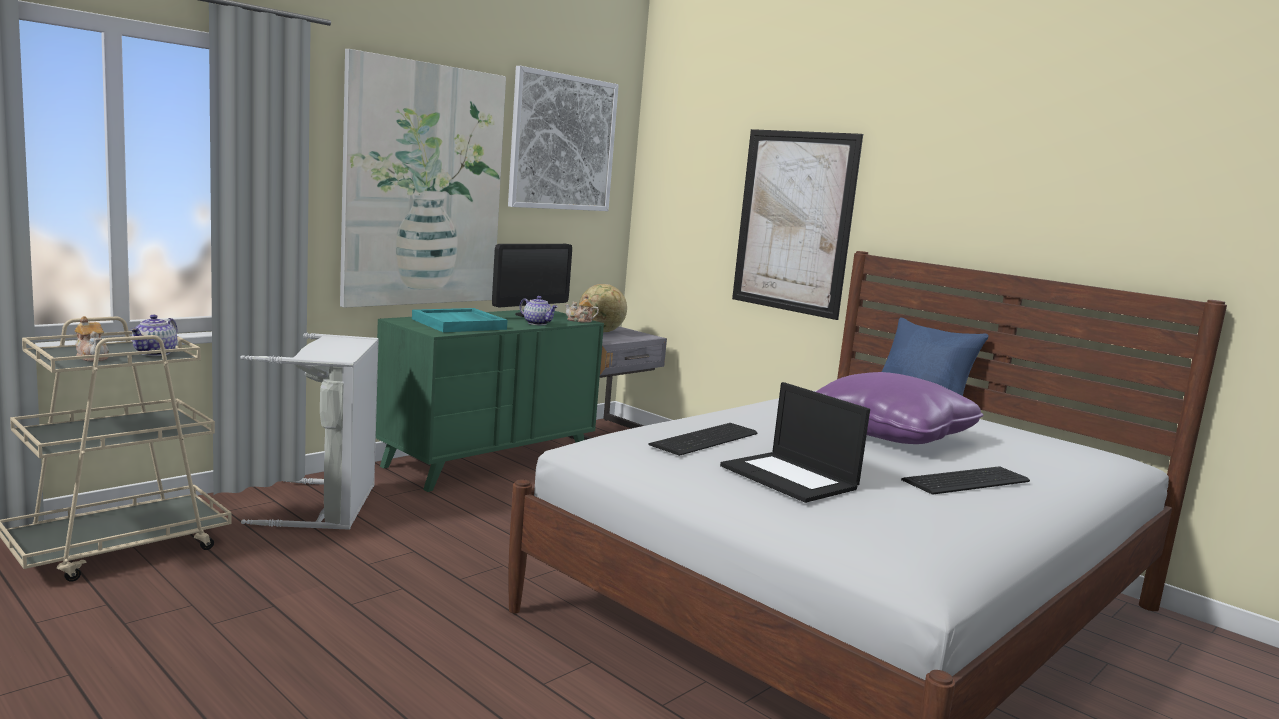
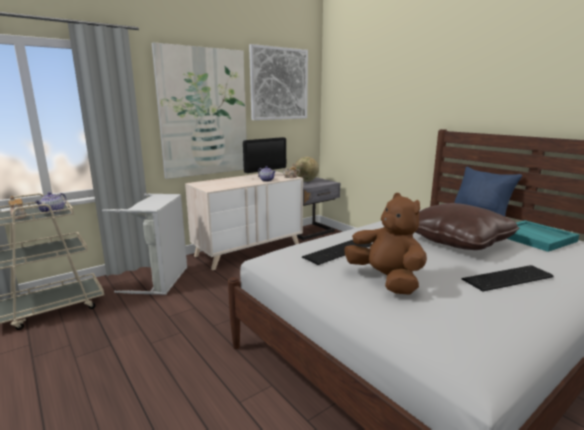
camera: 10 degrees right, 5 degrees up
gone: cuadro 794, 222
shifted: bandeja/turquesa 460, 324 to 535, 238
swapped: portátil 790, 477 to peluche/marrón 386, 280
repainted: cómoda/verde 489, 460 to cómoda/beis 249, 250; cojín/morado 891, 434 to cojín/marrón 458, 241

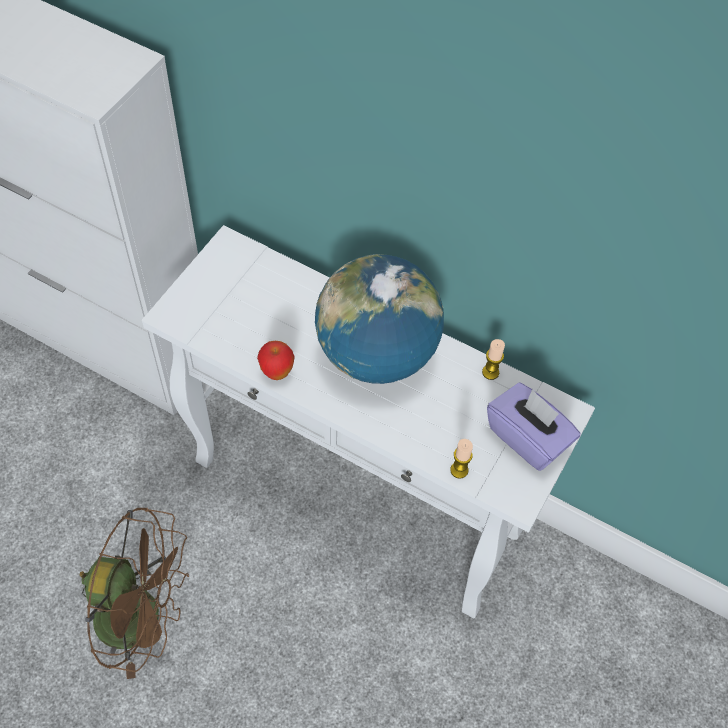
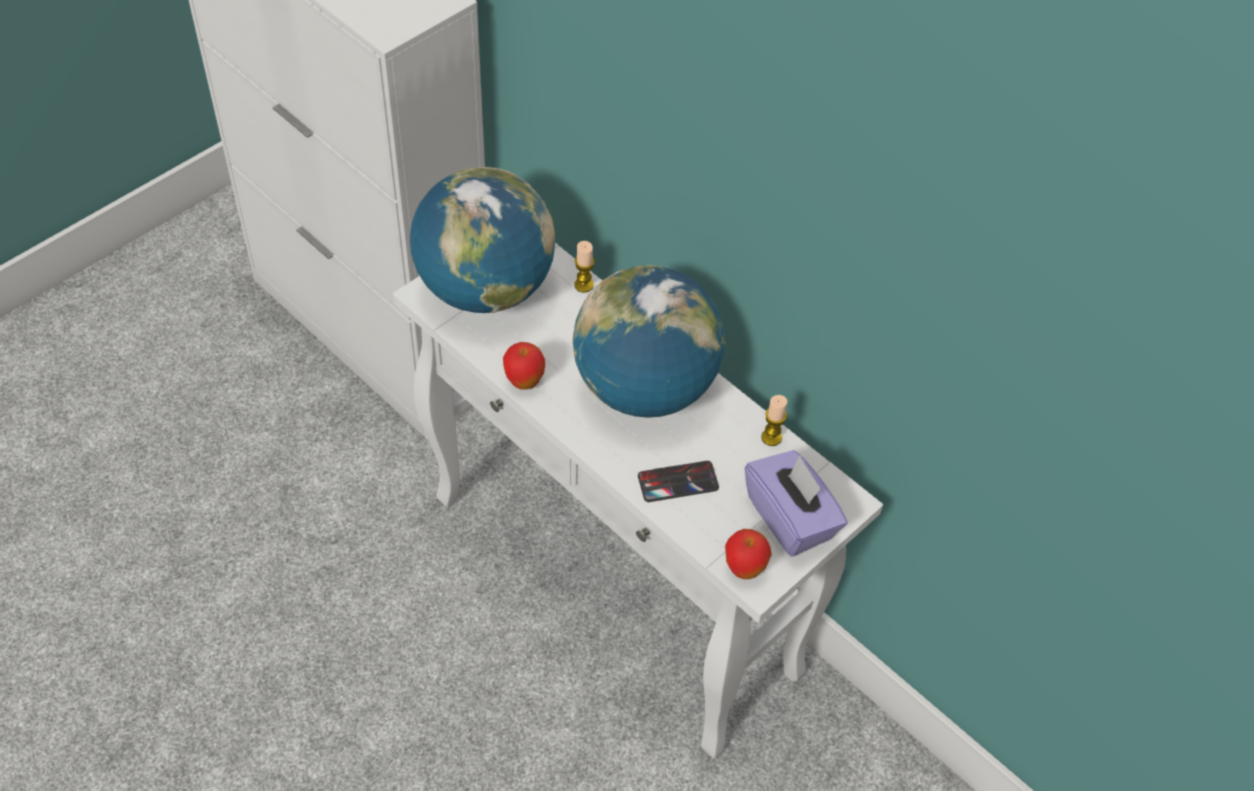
camera: 15 degrees right, 5 degrees down
gone: ventilador/marrón 143, 618
new: globo terráqueo 485, 289; móvil 678, 482; manzana 744, 569
shifted: vela 459, 470 to 583, 285

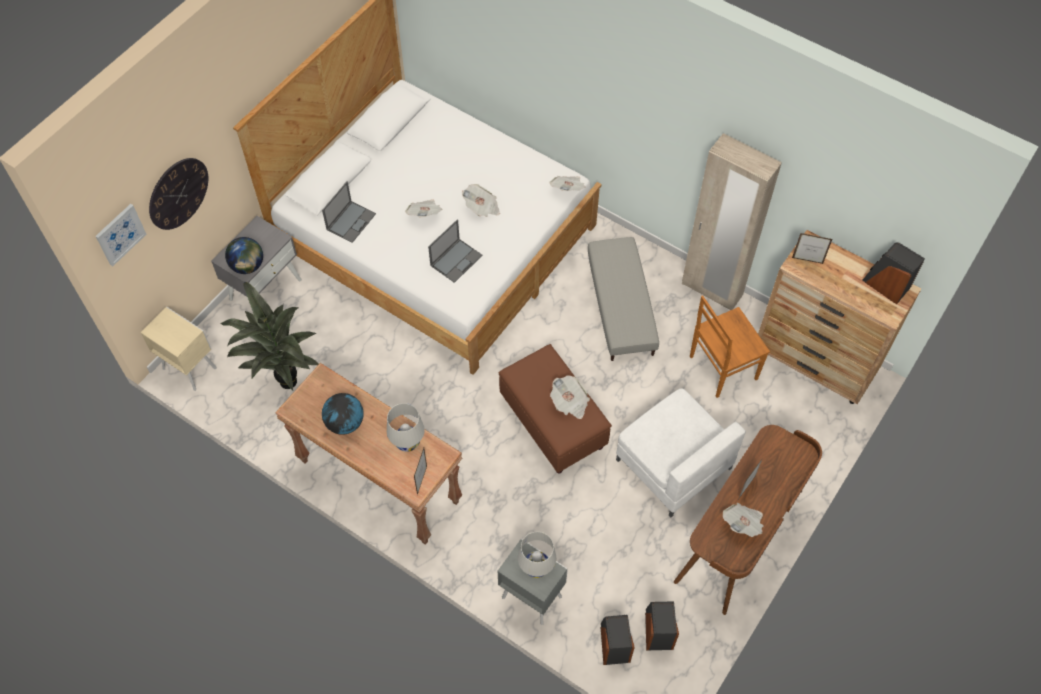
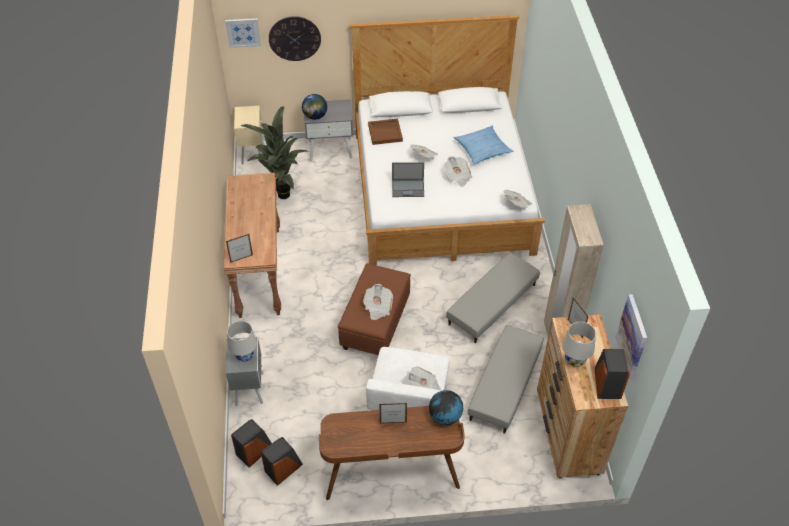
camera: 50 degrees right, 10 degrees down
new: cojín 482, 149; cuadro 632, 337
shifted: globo terráqueo 345, 423 to 445, 416; lámpara de mesa/blanco 407, 442 to 574, 360; periódico 743, 524 to 424, 387
swapped: portátil 351, 221 to bandeja/marrón 385, 132; silla/marrón 721, 368 to puf/gris 504, 385

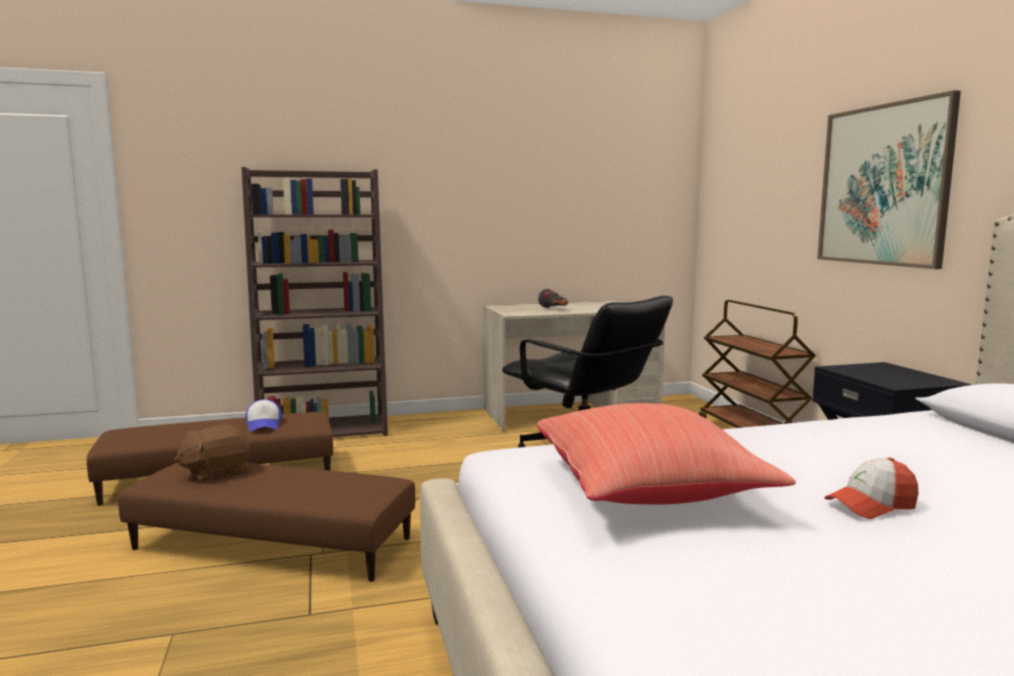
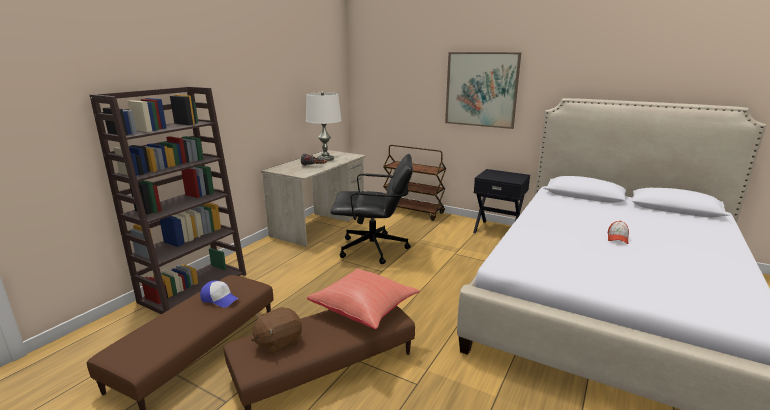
camera: 45 degrees left, 10 degrees up
new: lámpara de mesa/blanco 325, 159
shifted: cojín/rojo 649, 491 to 364, 309
rotated: peluche/marrón 215, 473 = 278, 342 45 degrees clockwise

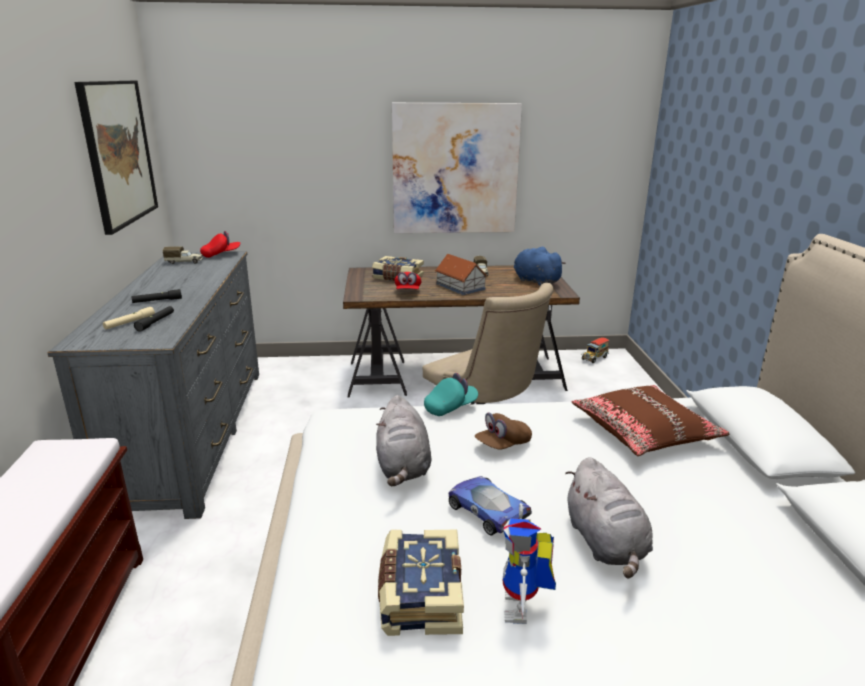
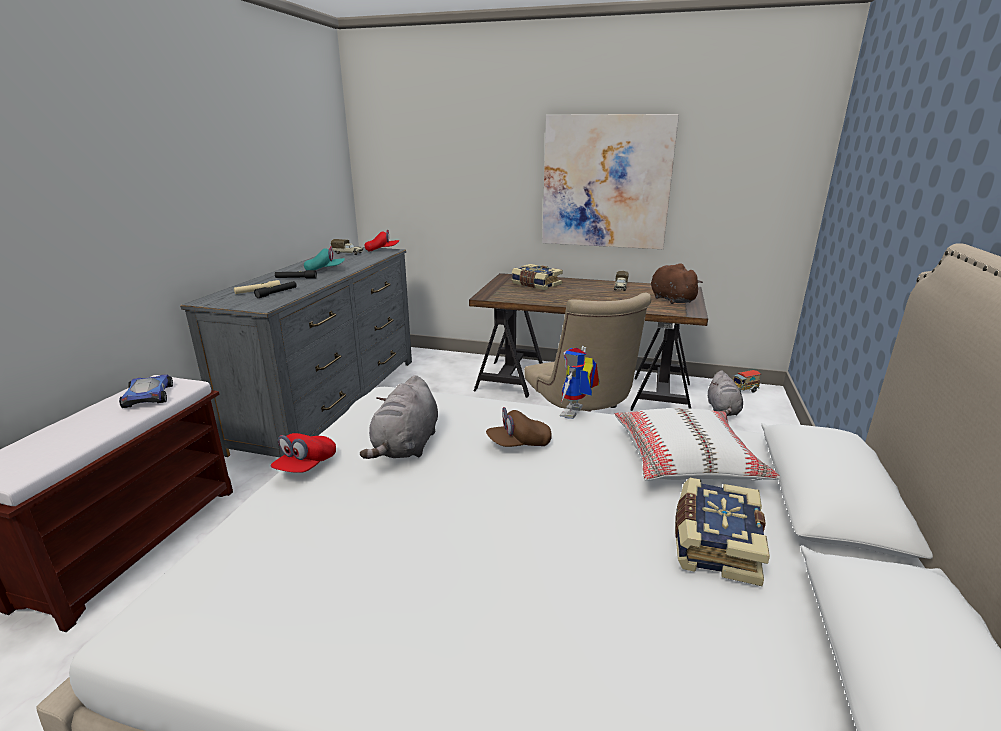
camera: 20 degrees right, 0 degrees up
gone: cuadro 118, 153; casita 460, 287
shifted: gorra/rojo 407, 292 to 306, 466; gorra/turquesa 450, 407 to 325, 270; peluche/gris 606, 544 to 722, 410; coche de juguete 487, 510 to 149, 396; robot de juguete 523, 610 to 575, 414; libro 419, 595 to 714, 543
repainted: peluche/azul 535, 281 to peluche/marrón 671, 299; cojín/marrón 644, 432 to cojín/blanco 686, 459

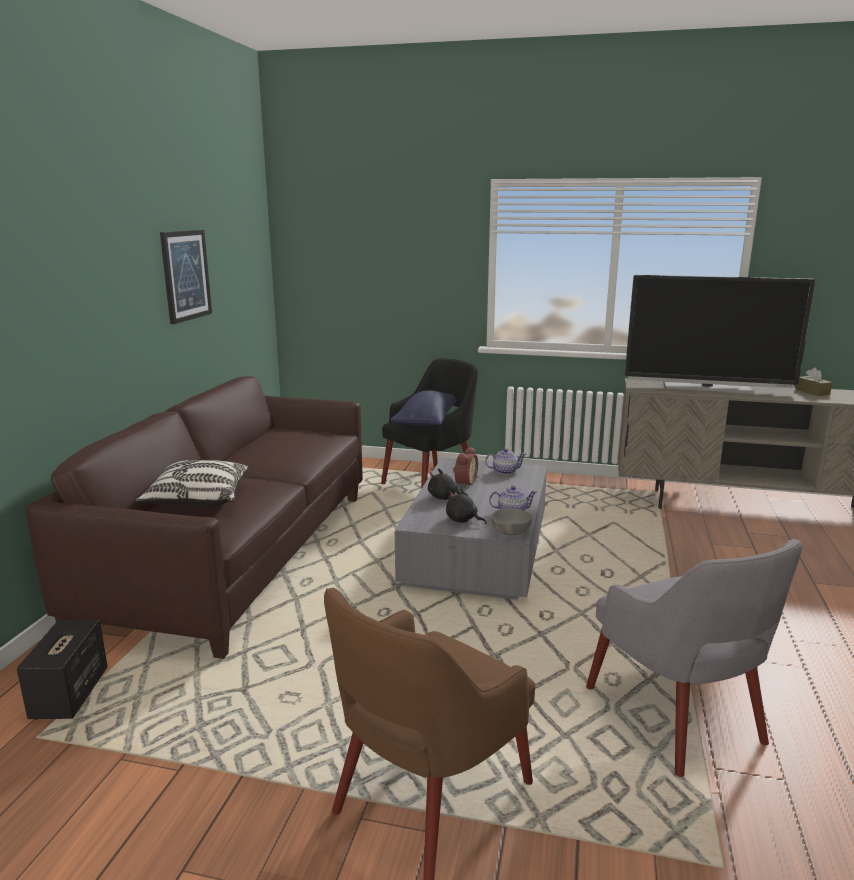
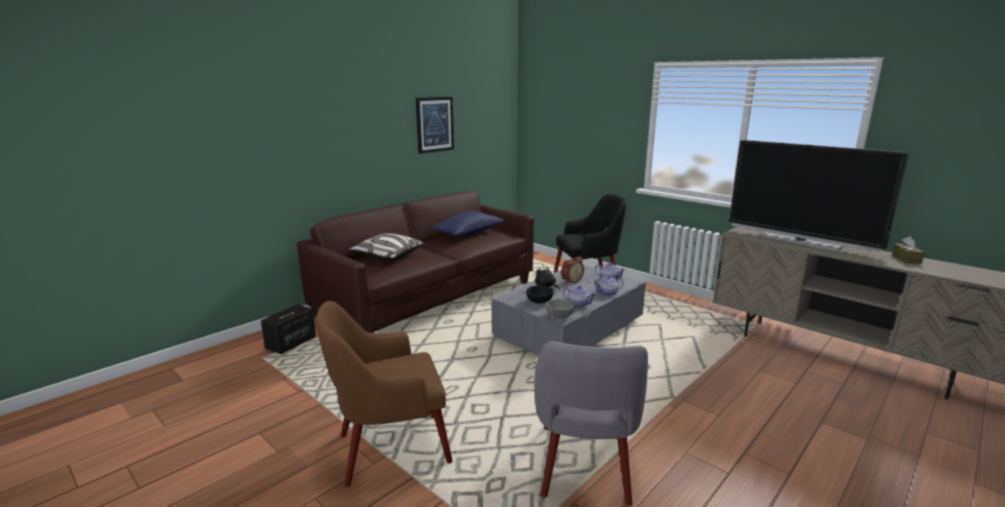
camera: 30 degrees right, 0 degrees up
new: tetera 608, 293
shifted: cojín/azul 425, 422 to 468, 234
swapped: peluche/negro 463, 520 to cuenco/negro 539, 302

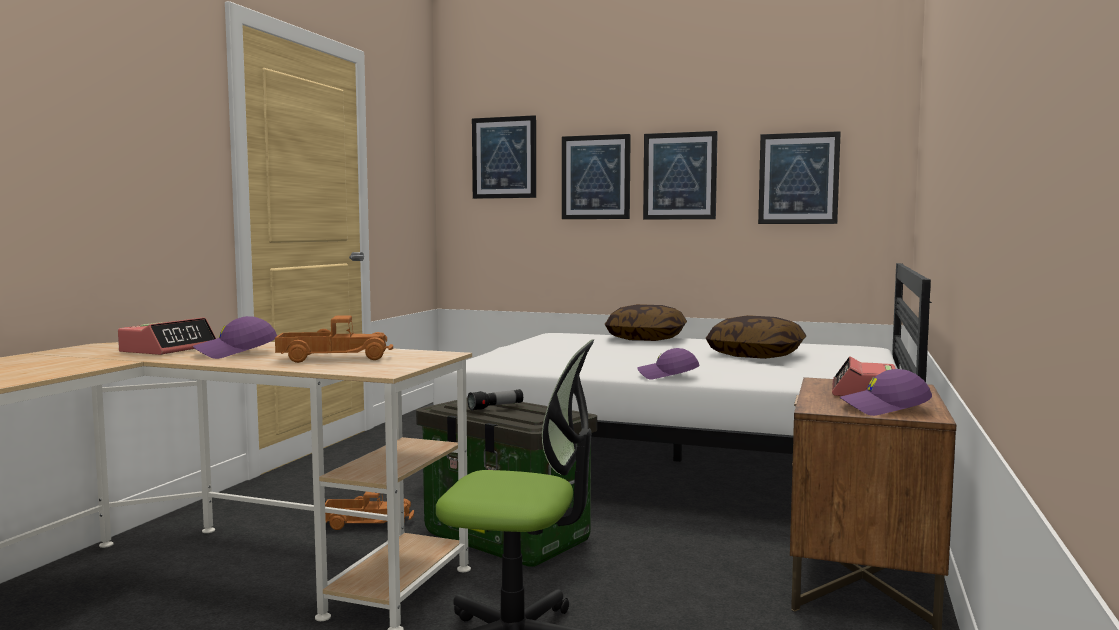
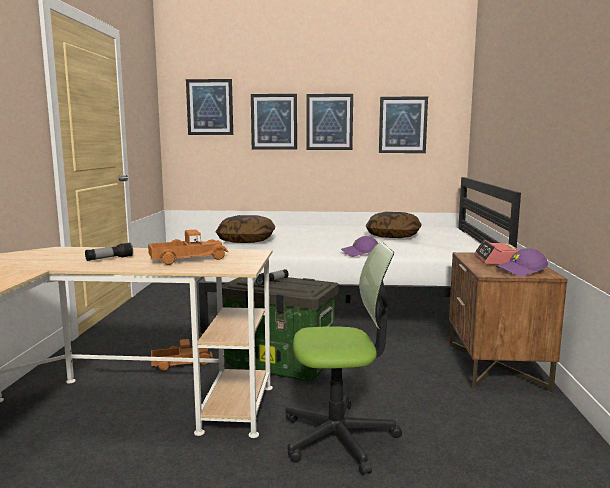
camera: 15 degrees left, 5 degrees up
gone: despertador 169, 349
shifted: cojín 646, 339 to 246, 241
swapped: gorra/morado 236, 353 to linterna 109, 259

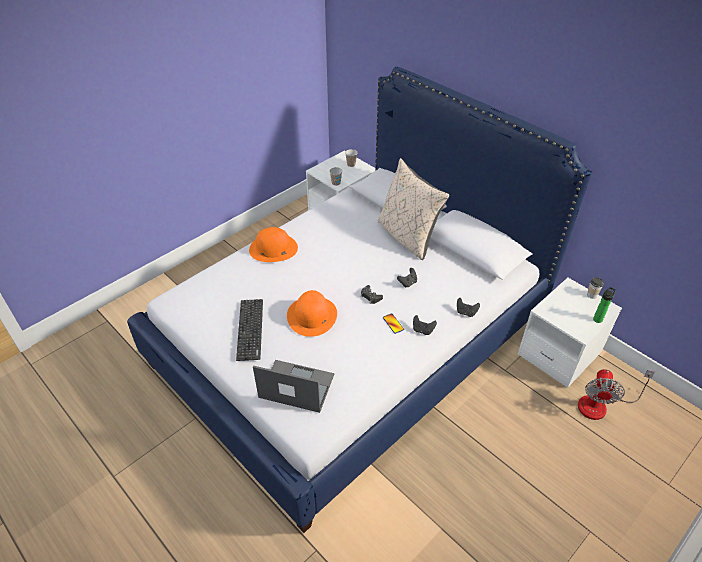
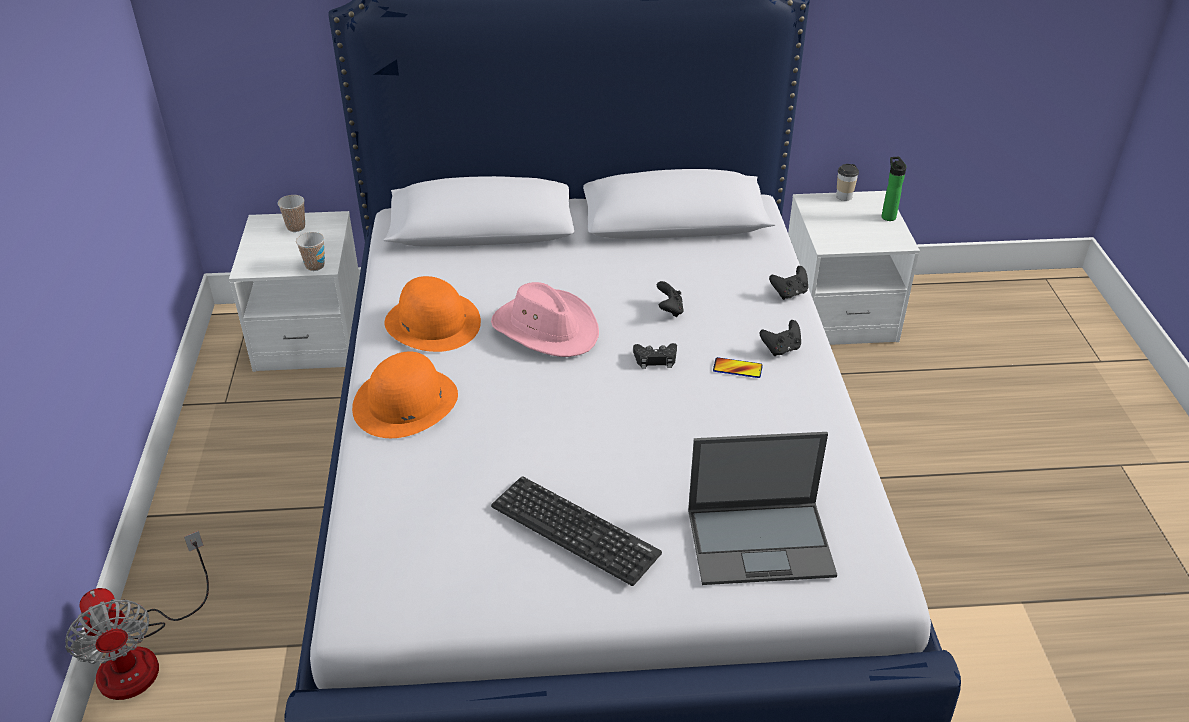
camera: 50 degrees left, 5 degrees down
gone: cojín/beis 407, 237
new: sombrero/rosa 546, 328
shifted: sombrero/naranja 312, 316 to 433, 322; ventilador 600, 404 to 143, 655
rotated: portátil 295, 386 = 761, 542 150 degrees counterclockwise

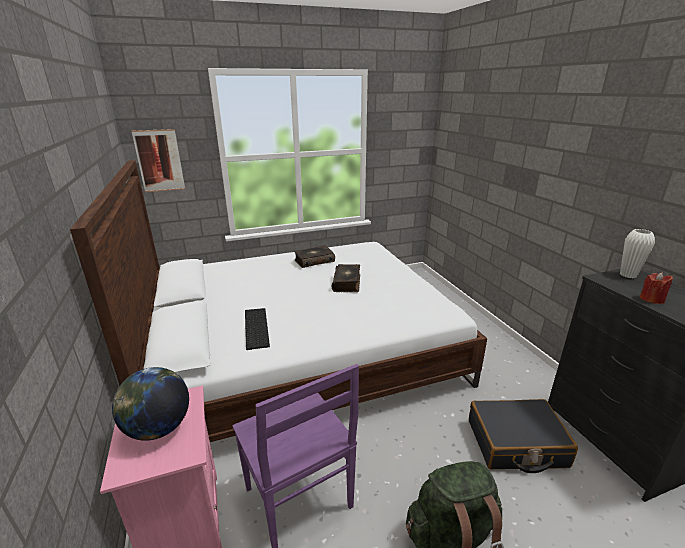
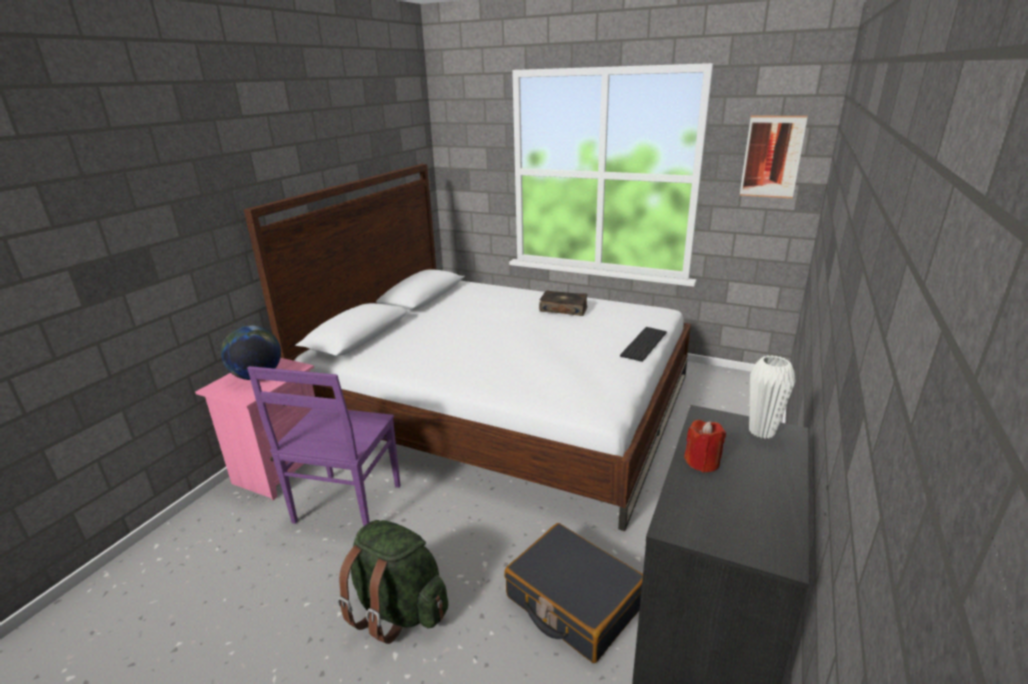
camera: 45 degrees right, 0 degrees up
gone: libro 347, 283
shifted: cuadro 159, 161 to 772, 157; teclado 255, 327 to 643, 343

